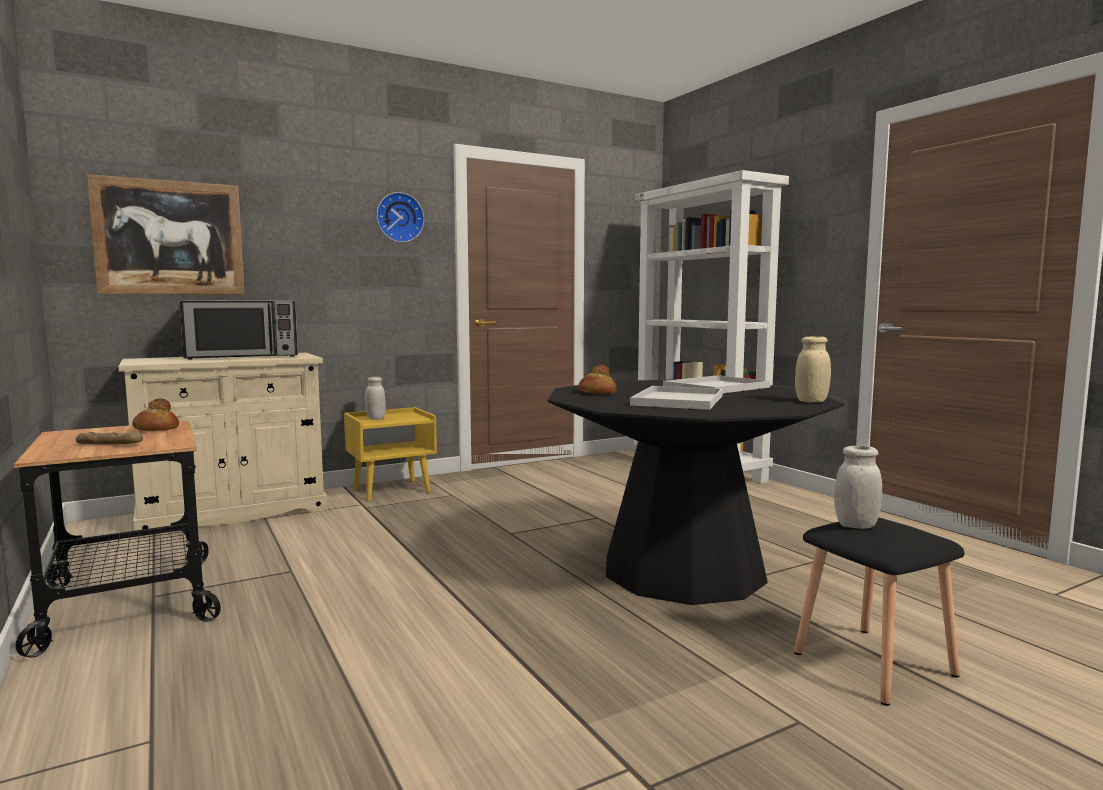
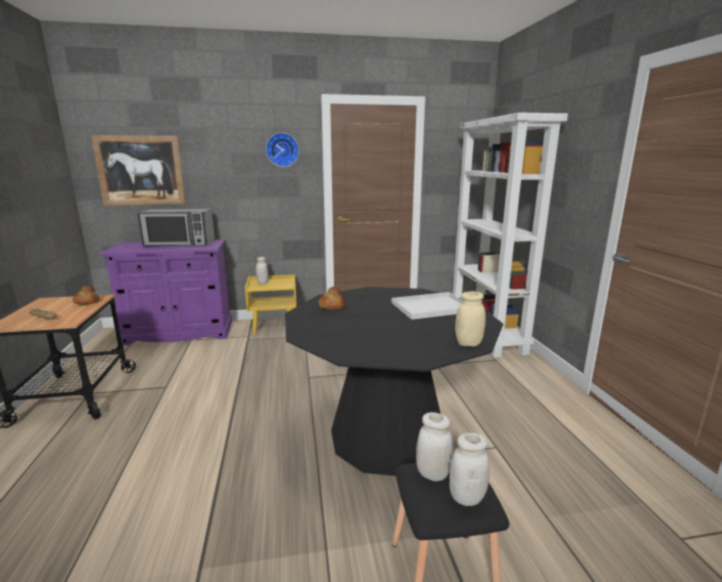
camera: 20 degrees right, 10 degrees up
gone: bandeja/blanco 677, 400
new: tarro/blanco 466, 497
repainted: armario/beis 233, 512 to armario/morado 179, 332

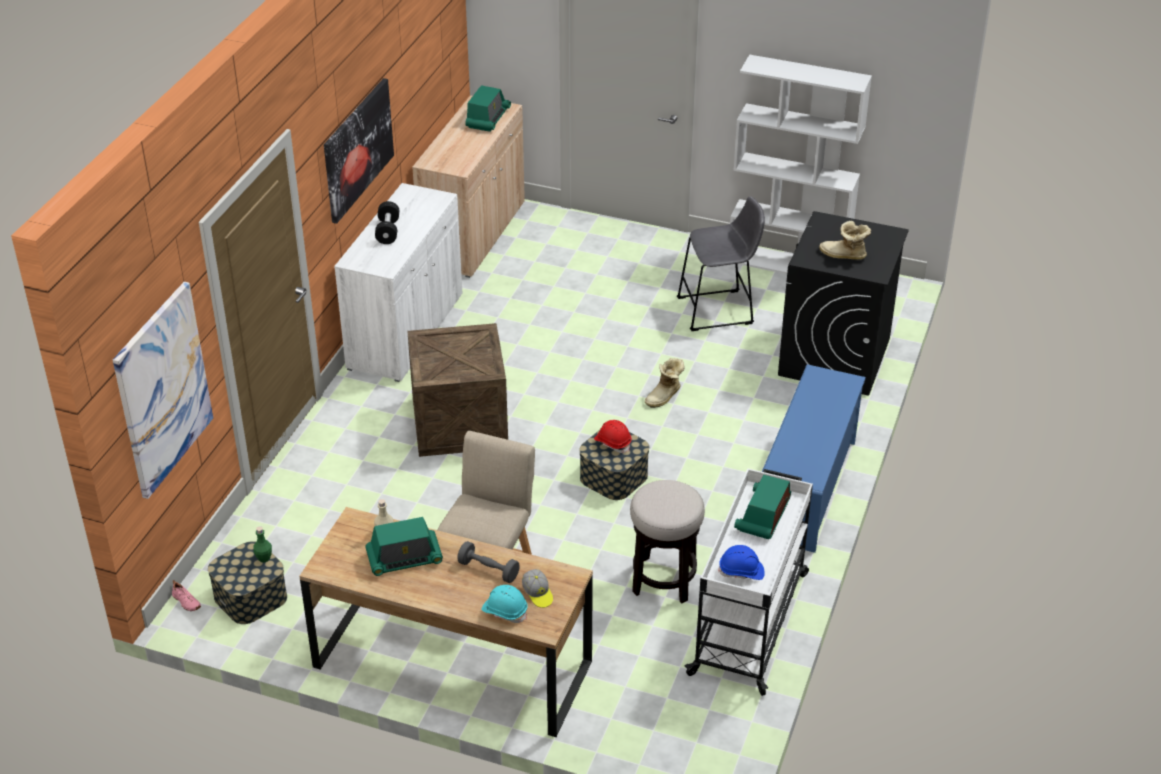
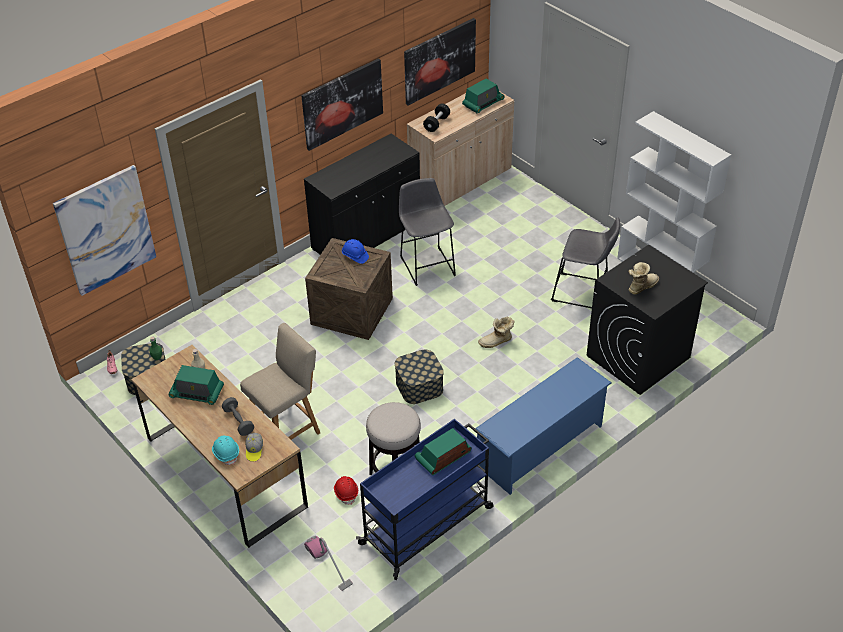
camera: 30 degrees right, 5 degrees up
new: cuadro 439, 61; taburete/gris 427, 264; aspiradora 328, 565
shifted: mancuerna/negro 388, 231 to 436, 123; casco/rojo 613, 442 to 346, 492; casco/azul 741, 572 to 355, 256
repainted: armario/blanco 406, 332 to armario/negro 366, 235; carrito/blanco 750, 622 to carrito/azul 428, 525
rotated: bota 843, 256 = 641, 286 90 degrees clockwise

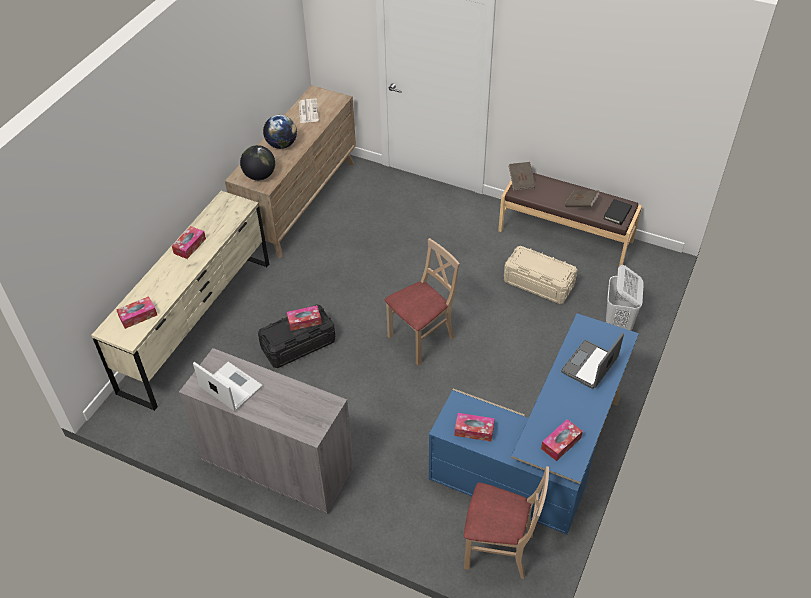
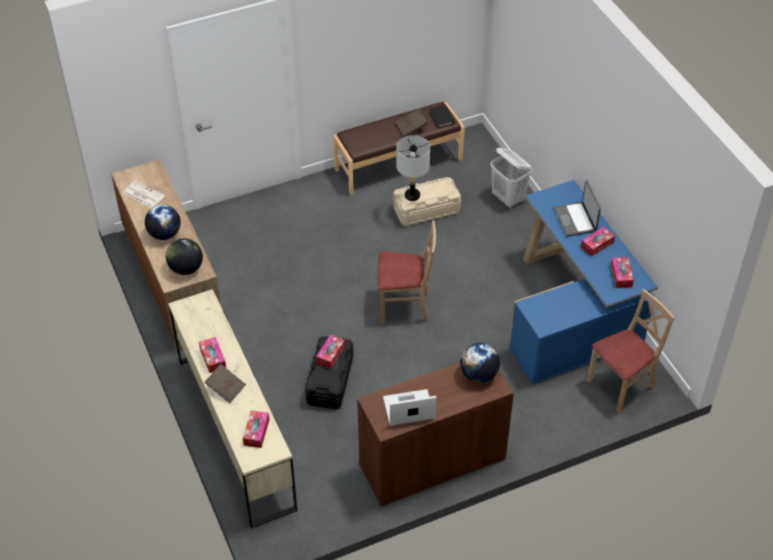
camera: 50 degrees left, 0 degrees up
new: lámpara de mesa/gris 412, 195; globo terráqueo 478, 374
shifted: libro/marrón 521, 181 to 226, 388; caja de pañuelos 474, 430 to 597, 245
repainted: armario/gris 277, 464 to armario/marrón 432, 462
rotated: silla/beis 421, 338 = 404, 306 90 degrees clockwise

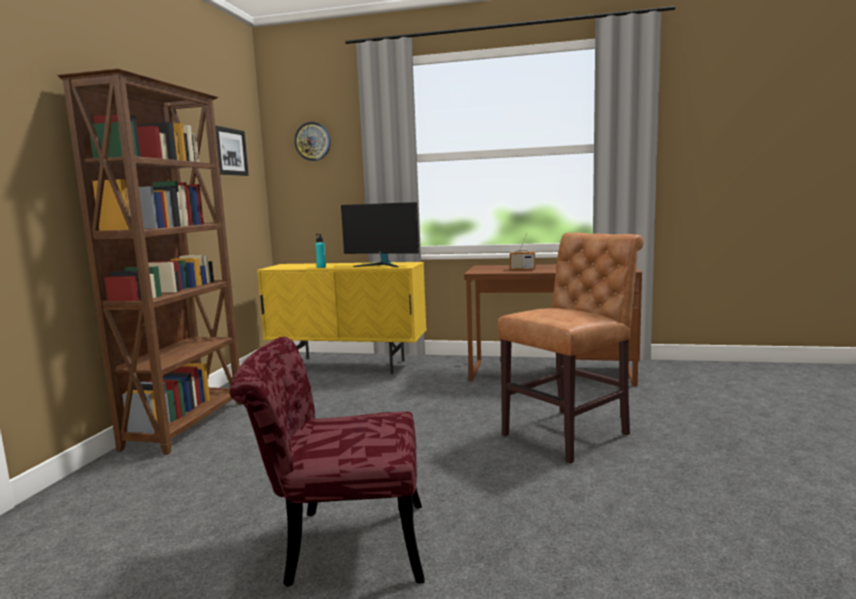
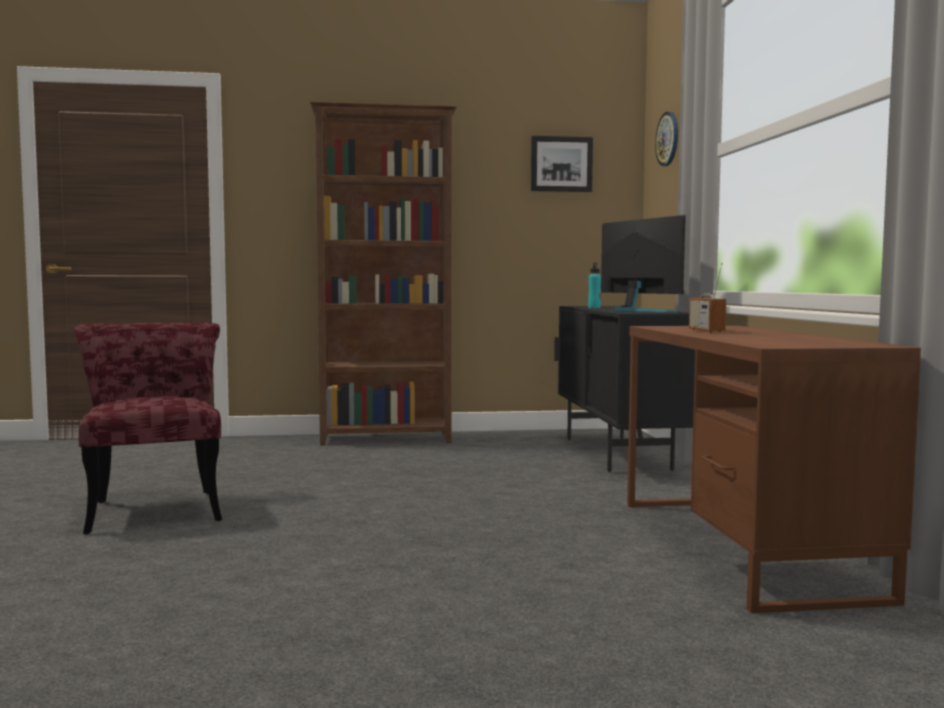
camera: 70 degrees right, 5 degrees down
gone: silla/marrón 570, 433
repainted: armario/amarillo 348, 366 to armario/negro 616, 454
rotated: monitor 382, 265 = 636, 311 150 degrees clockwise

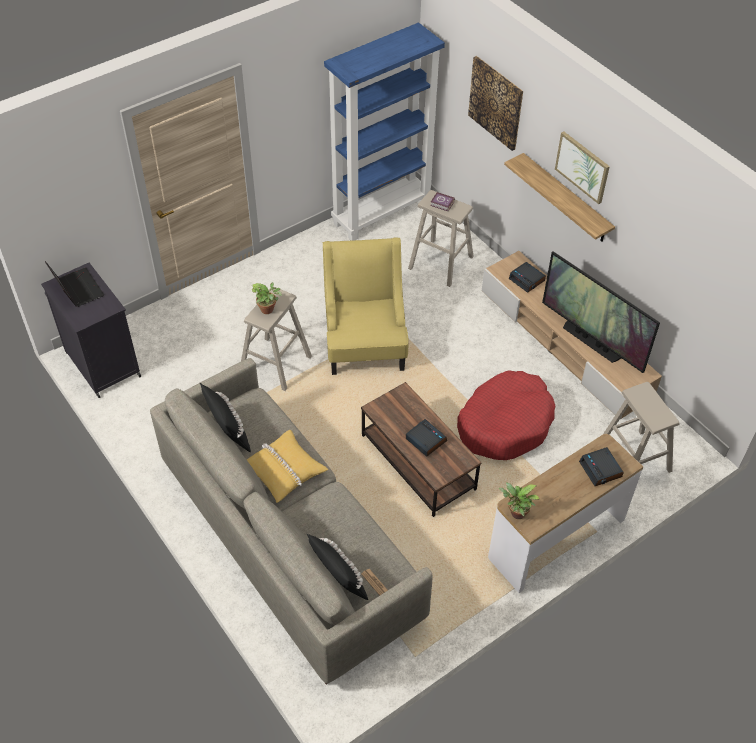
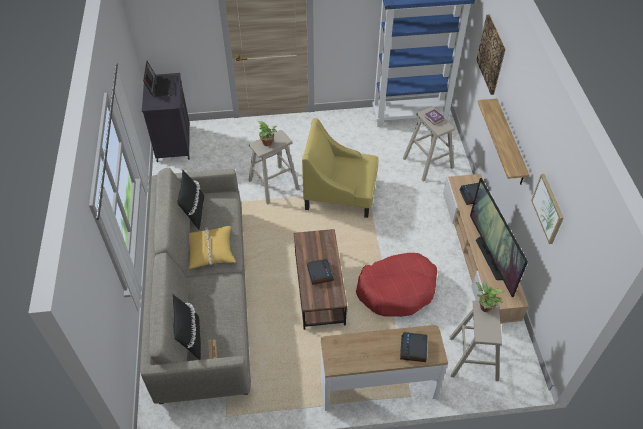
camera: 30 degrees right, 0 degrees up
shifted: cuadro 582, 167 to 548, 208; planta en maceta 516, 513 to 484, 307
rotated: sillón/amarillo 365, 341 = 340, 194 105 degrees counterclockwise

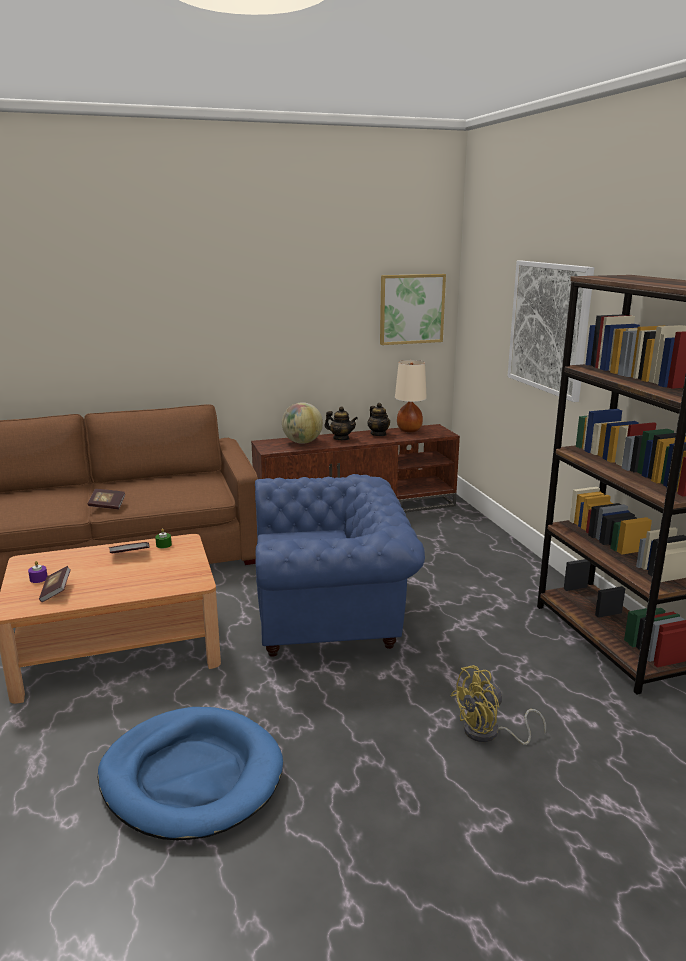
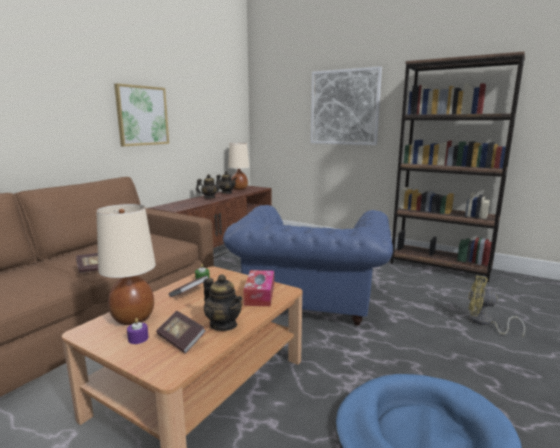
camera: 40 degrees left, 5 degrees down
gone: globo terráqueo 302, 442
new: lámpara de mesa/beis 134, 318; caja de pañuelos 259, 294; tetera 223, 324
shifted: cuadro 411, 309 to 142, 116
rotated: sillón/azul 332, 614 = 309, 301 150 degrees clockwise; ventilador/amarillo 489, 733 = 484, 322 90 degrees clockwise

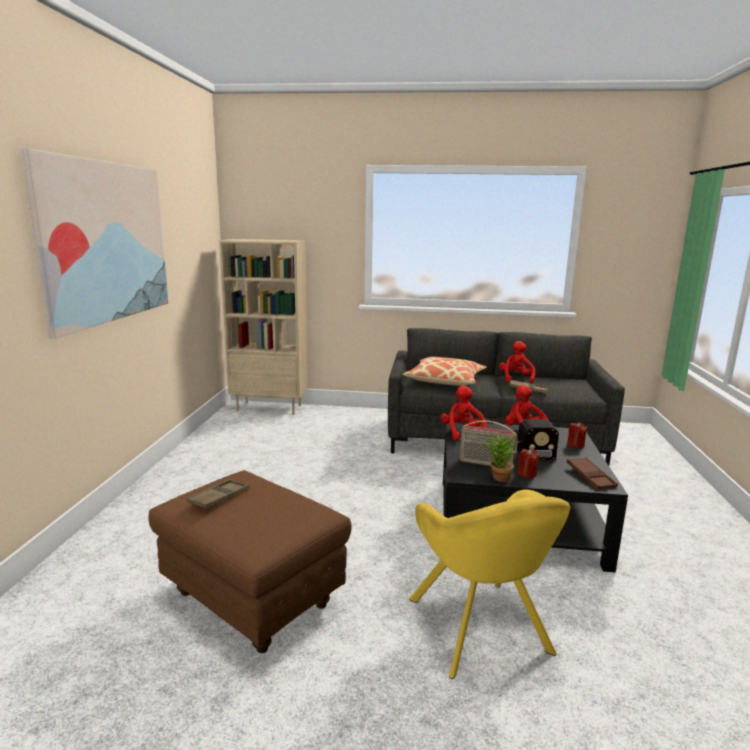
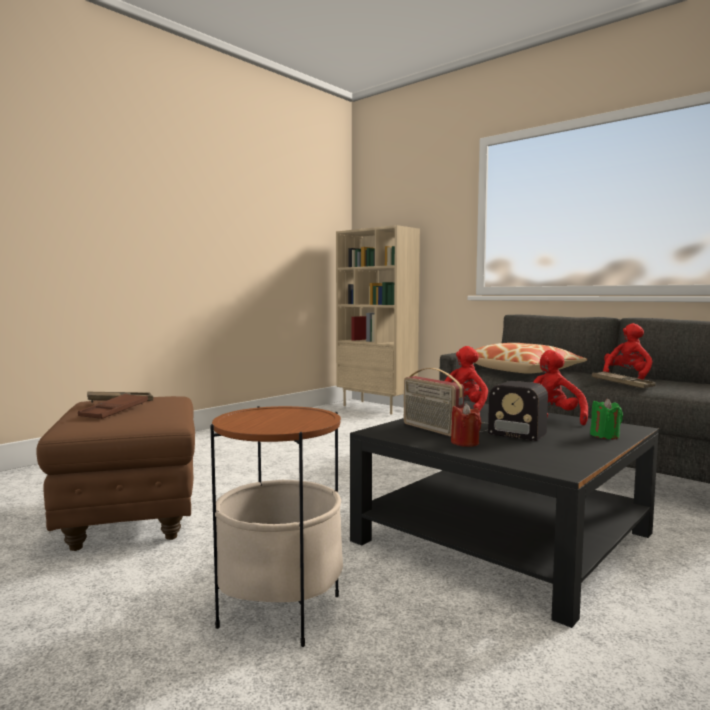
camera: 35 degrees right, 10 degrees down
gone: cuadro 106, 242; planta en maceta 498, 479
shifted: bandeja/marrón 590, 477 to 114, 411
swapped: sillón/amarillo 481, 630 to mesa auxiliar 279, 611
repainted: vela/rojo 575, 444 to vela/verde 605, 436

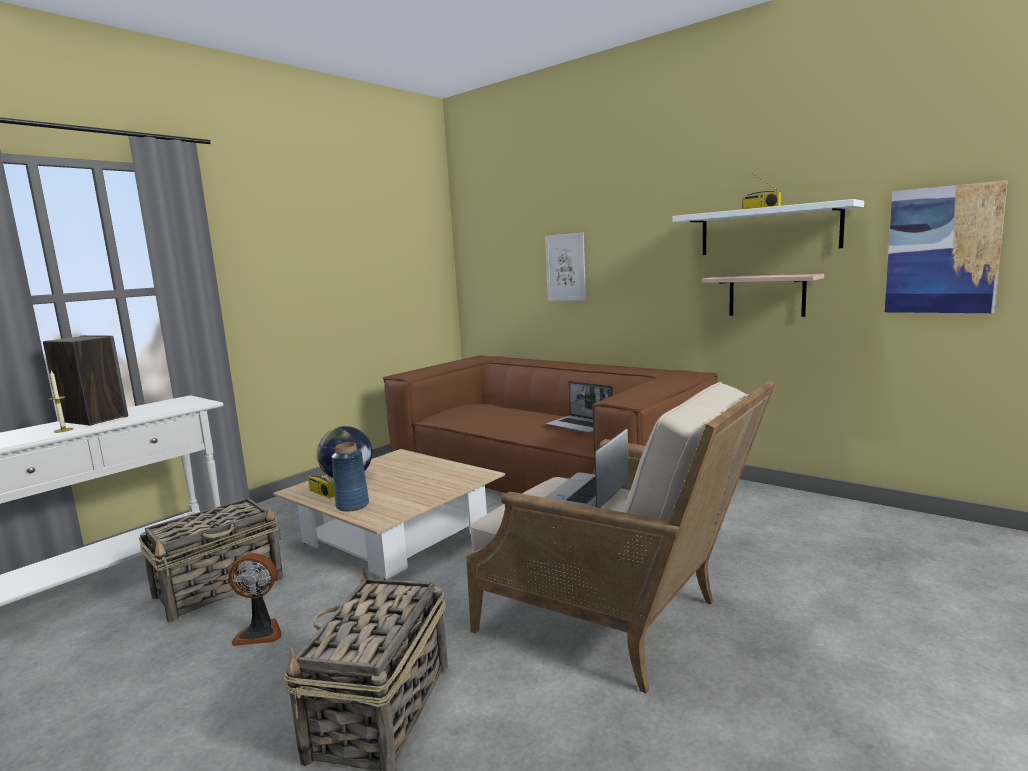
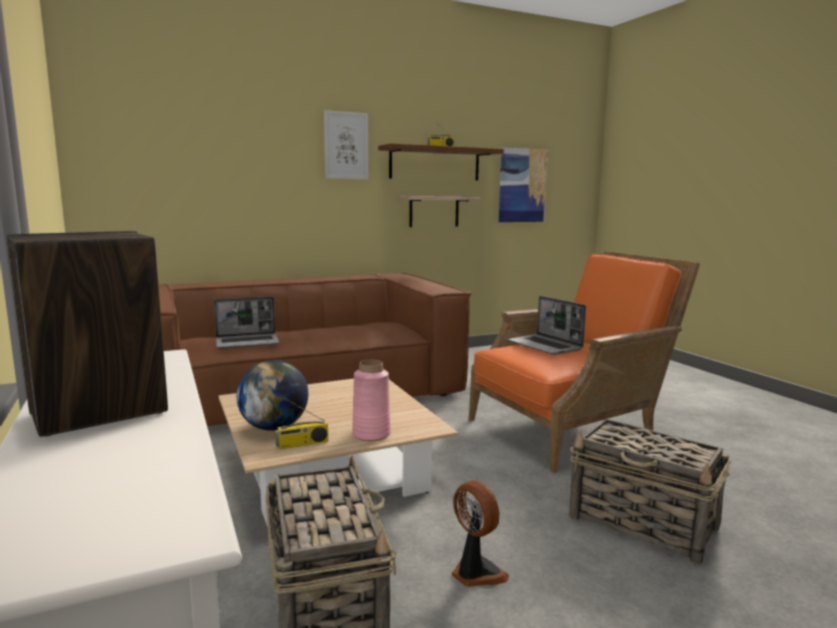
camera: 65 degrees left, 0 degrees up
gone: vela 63, 430
shifted: cuadro 565, 267 to 346, 145; portátil 580, 426 to 248, 342
repainted: estante/blanco 768, 230 to estante/marrón 435, 164; sillón/beis 617, 620 to sillón/naranja 572, 428; florero/azul 352, 505 to florero/rosa 371, 434
rotated: ventilador 260, 632 = 475, 573 60 degrees counterclockwise

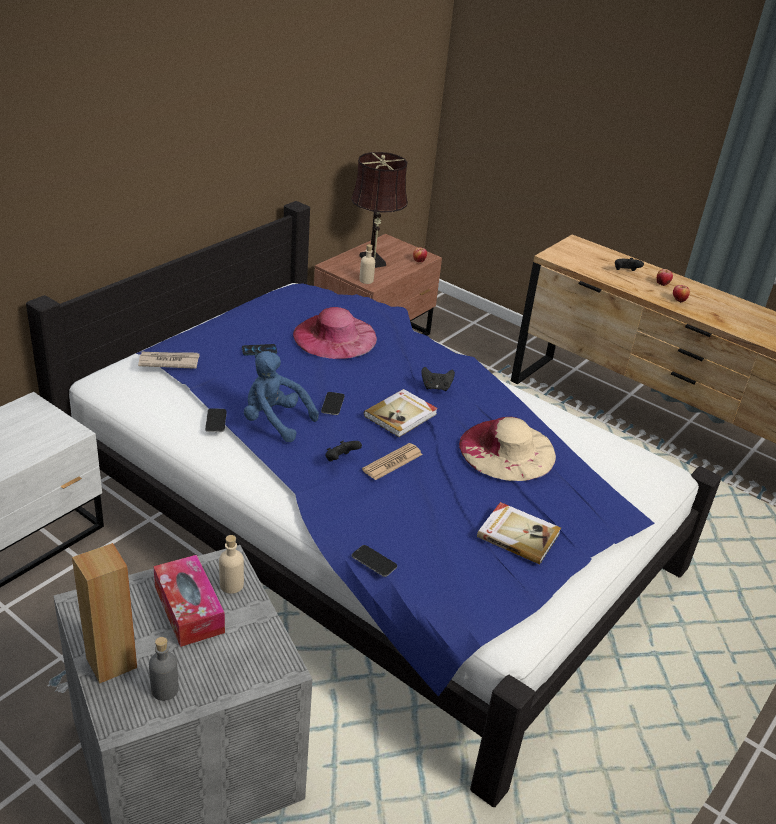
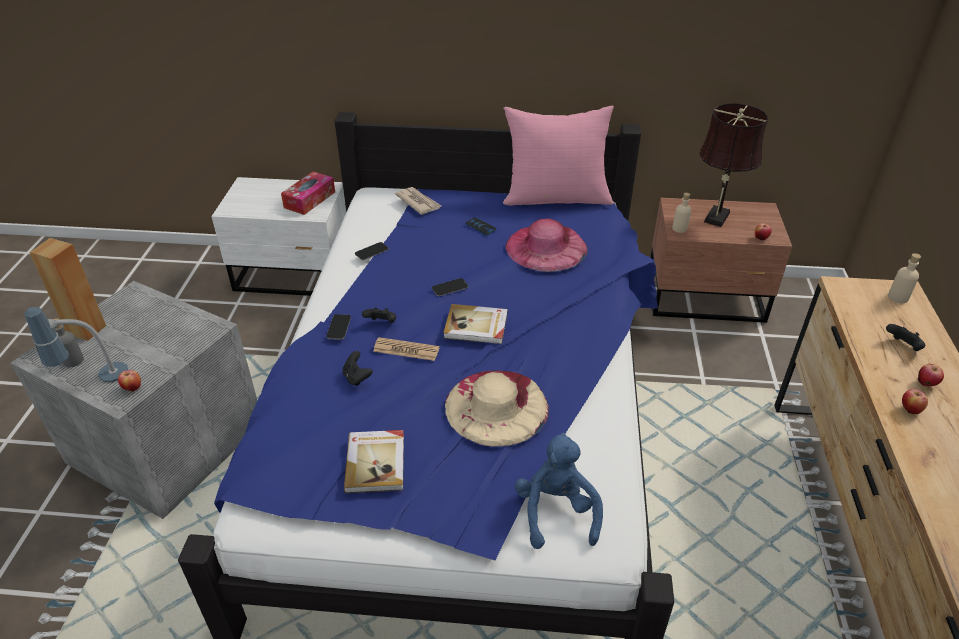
camera: 60 degrees right, 5 degrees up
new: cojín/rosa 556, 197; lámpara de mesa 94, 382; manzana 132, 388
shifted: peluche/azul 274, 421 to 556, 512; mando de consola/negro 436, 387 to 357, 377; botella/beis 231, 585 to 897, 297; móvil 374, 561 to 339, 327; caja de pañuelos 189, 609 to 309, 200

